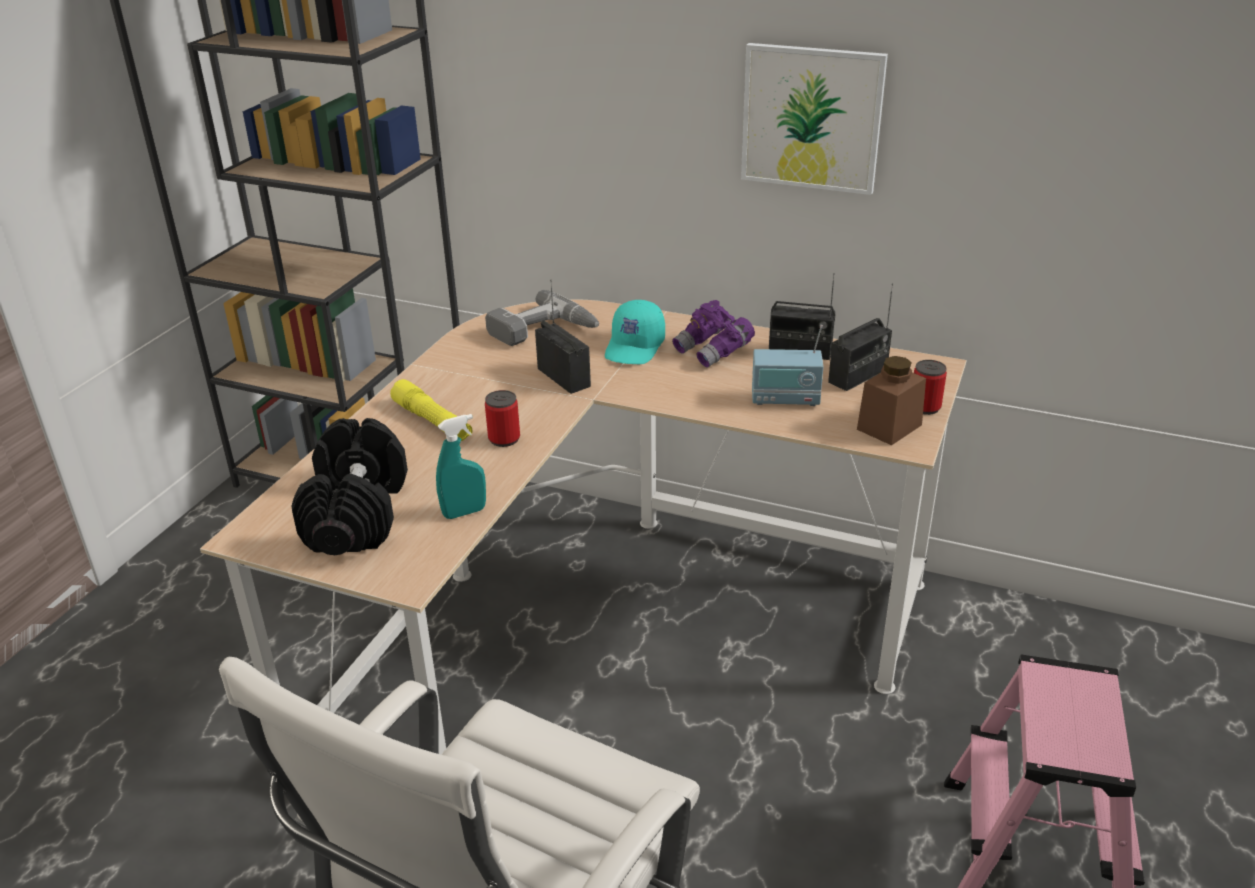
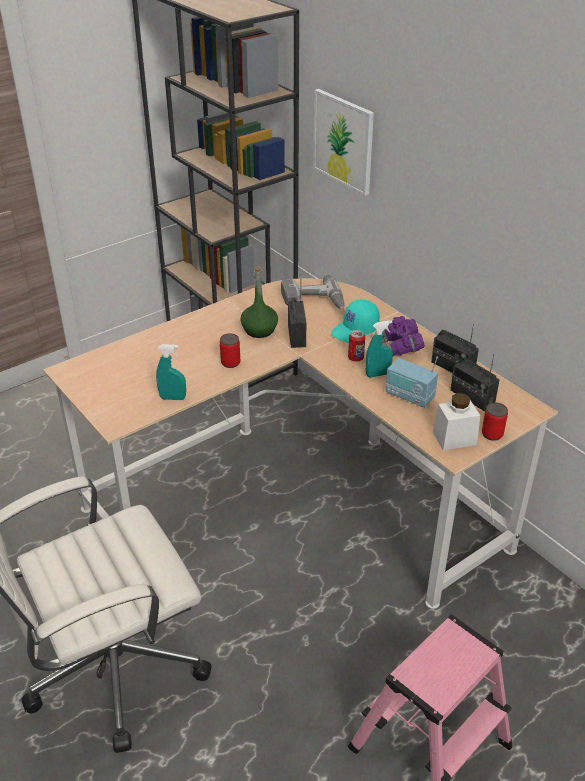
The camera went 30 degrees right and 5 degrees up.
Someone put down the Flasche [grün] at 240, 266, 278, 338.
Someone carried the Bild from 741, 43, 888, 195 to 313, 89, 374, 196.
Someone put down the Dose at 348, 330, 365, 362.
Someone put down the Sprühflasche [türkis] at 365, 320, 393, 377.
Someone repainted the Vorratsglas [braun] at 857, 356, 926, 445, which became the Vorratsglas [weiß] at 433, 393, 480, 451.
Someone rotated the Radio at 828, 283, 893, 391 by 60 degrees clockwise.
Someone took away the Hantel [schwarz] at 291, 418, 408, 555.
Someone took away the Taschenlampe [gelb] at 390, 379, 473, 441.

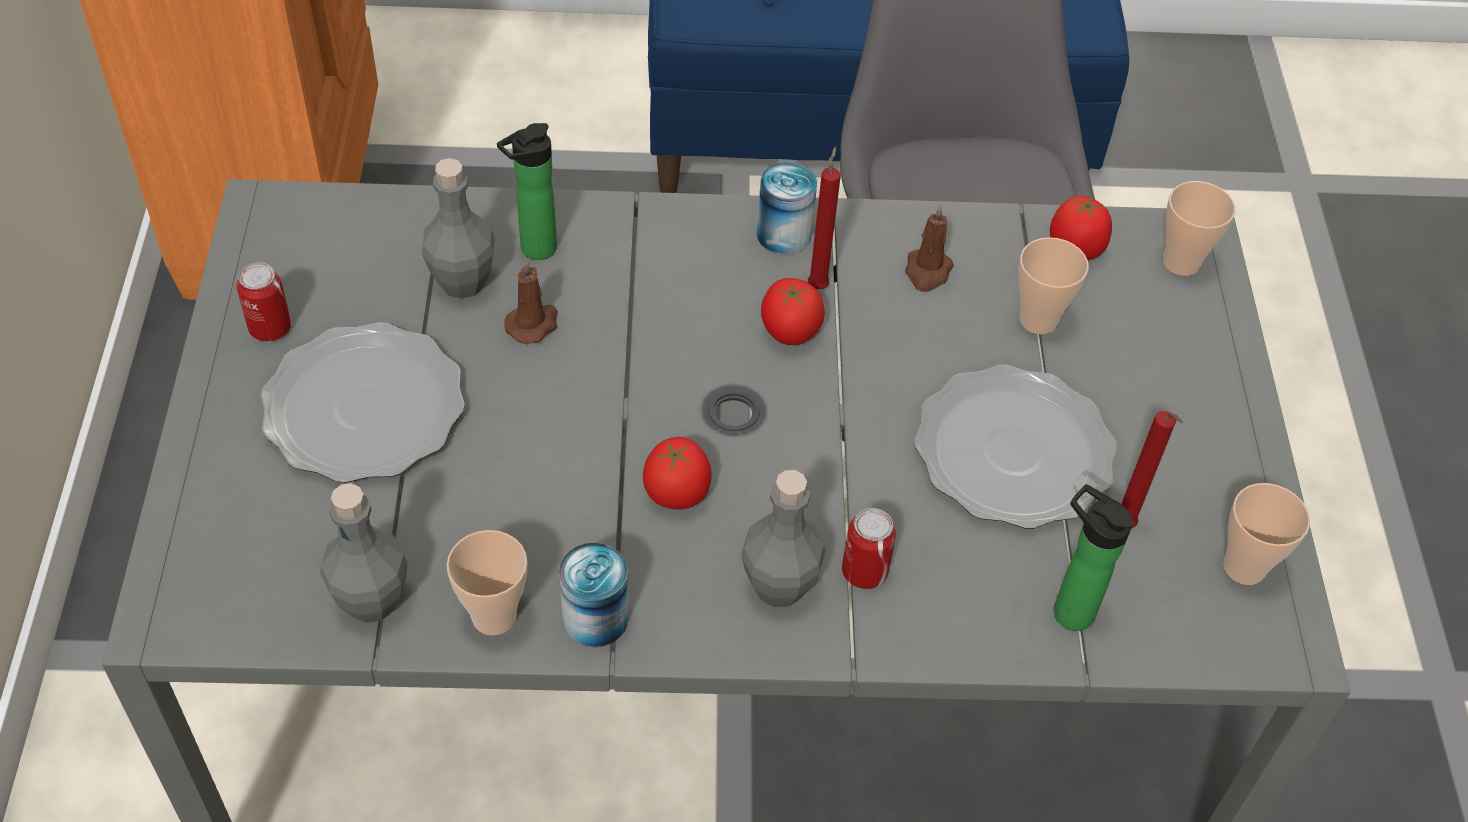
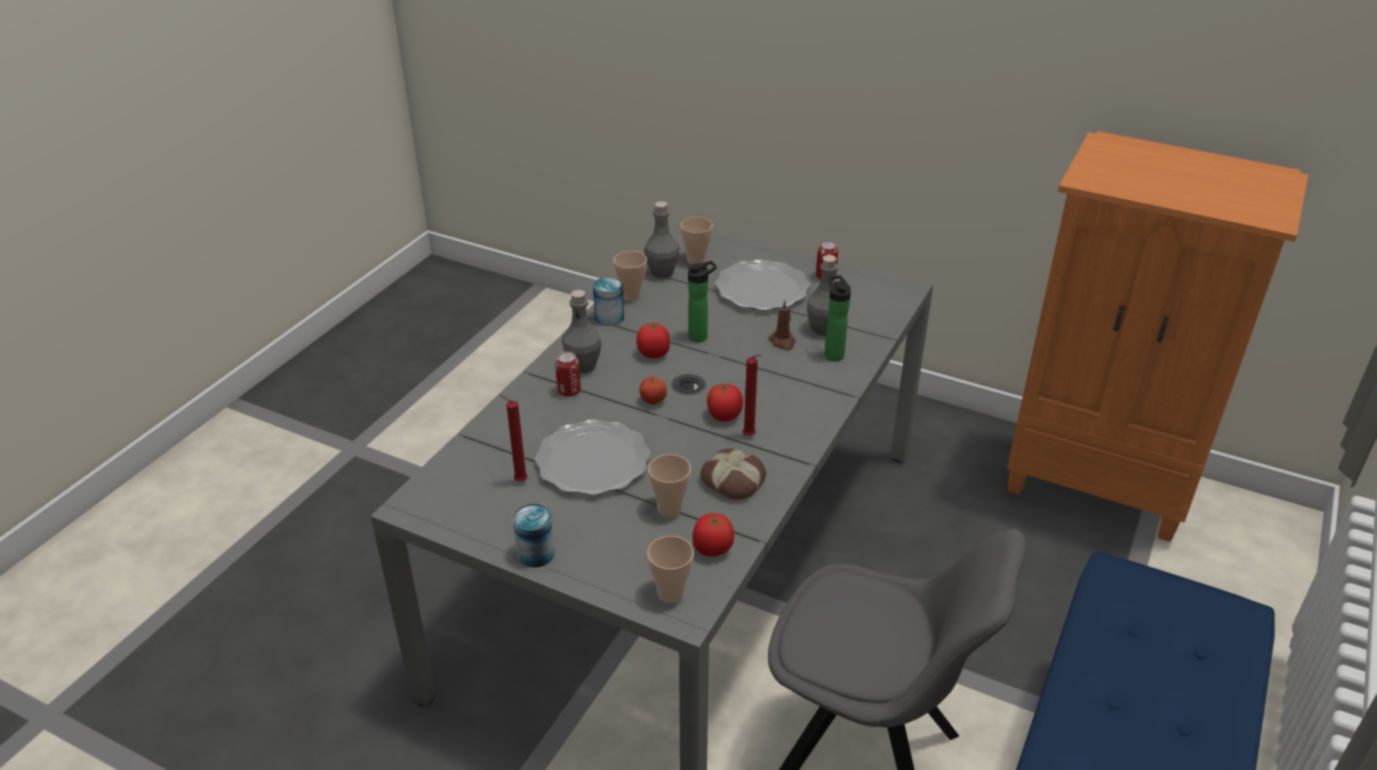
The camera went 120 degrees right and 15 degrees down.
Someone carried the Dose from 757, 162, 817, 255 to 513, 504, 555, 567.
Someone put down the Apfel at 640, 377, 667, 405.
Someone carried the Tasse from 1224, 483, 1310, 585 to 681, 217, 713, 264.
Someone carried the Flasche from 1054, 484, 1134, 631 to 688, 261, 717, 342.
Someone swapped the Kerze [braun] at 905, 205, 954, 292 for the Brot at 700, 448, 766, 500.

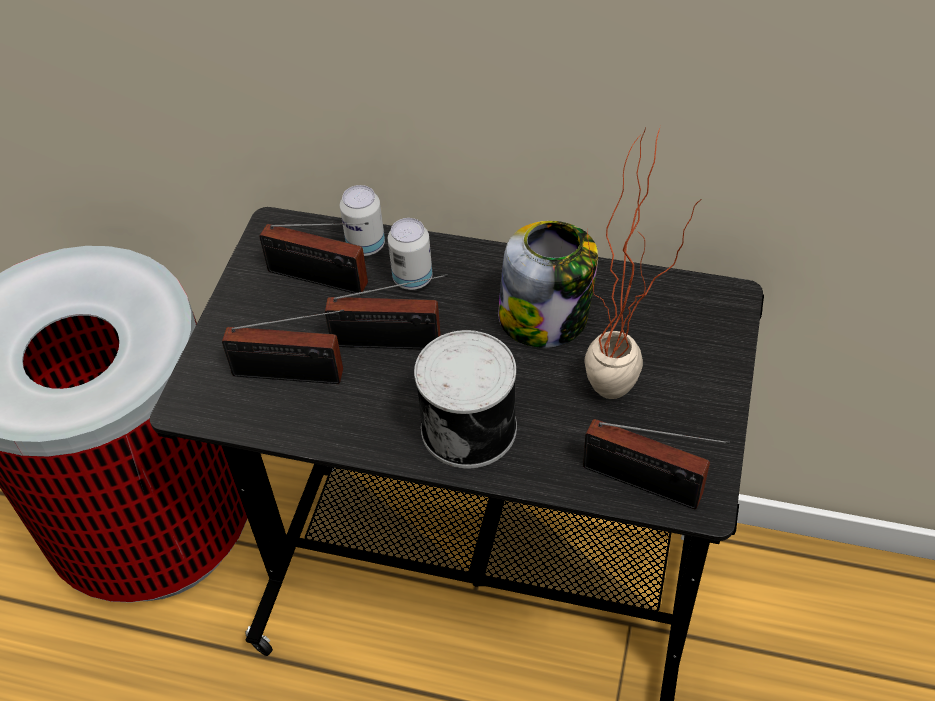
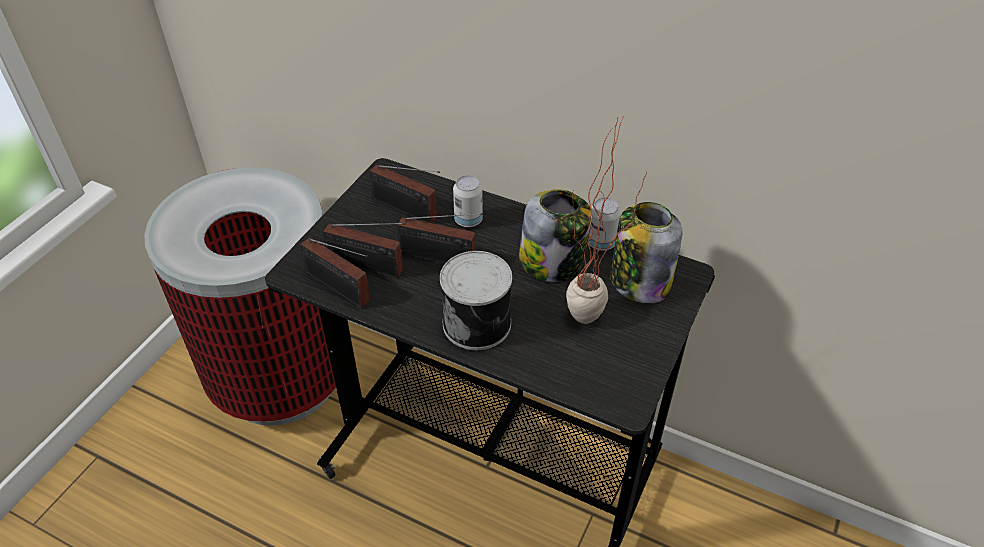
The camera went 10 degrees right and 5 degrees down.
Someone carried the Radio from 583, 419, 730, 509 to 300, 238, 370, 308.
Someone carried the Dose from 340, 185, 385, 256 to 588, 198, 621, 251.
Someone put down the Vorratsglas at 610, 202, 683, 303.

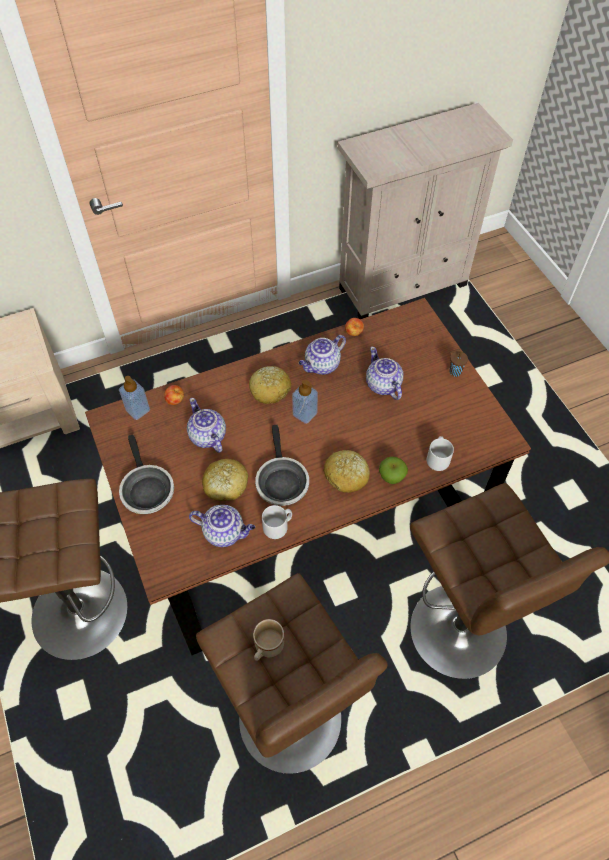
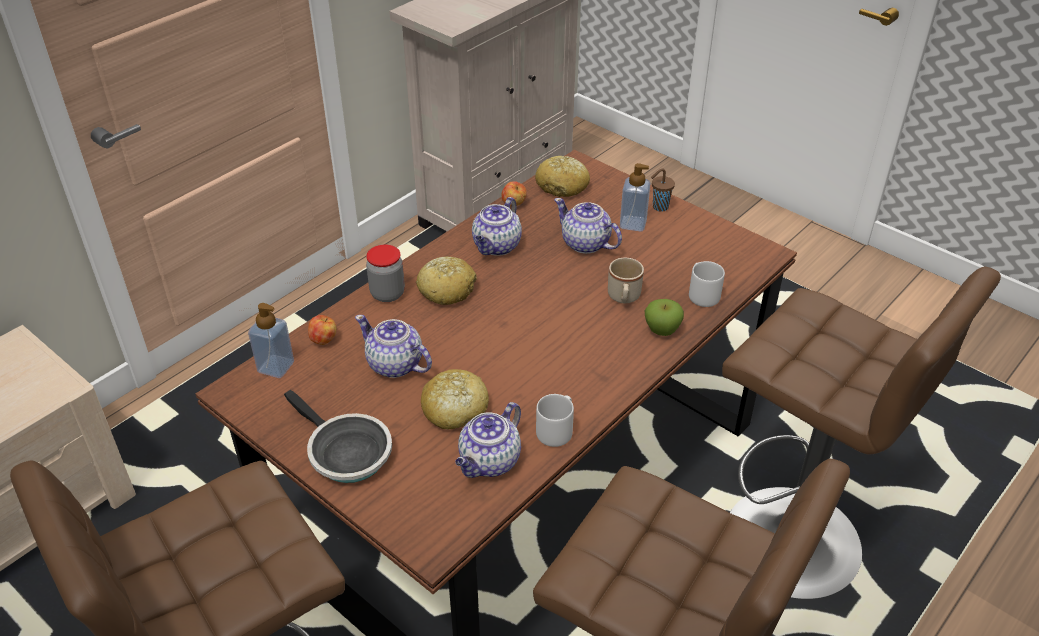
The camera went 25 degrees left and 15 degrees down.
Someone put down the Vorratsglas at 366, 244, 405, 302.
Someone rotated the Teekanne at 189, 505, 255, 547 by 135 degrees clockwise.
Someone carried the Brot from 323, 450, 370, 493 to 535, 156, 590, 197.
Someone carried the Henkelbecher [beige] from 253, 619, 284, 661 to 608, 258, 644, 303.
Someone carried the Seifenspender from 292, 380, 318, 424 to 620, 163, 651, 231.
Someone took away the Pfanne at 255, 425, 309, 506.

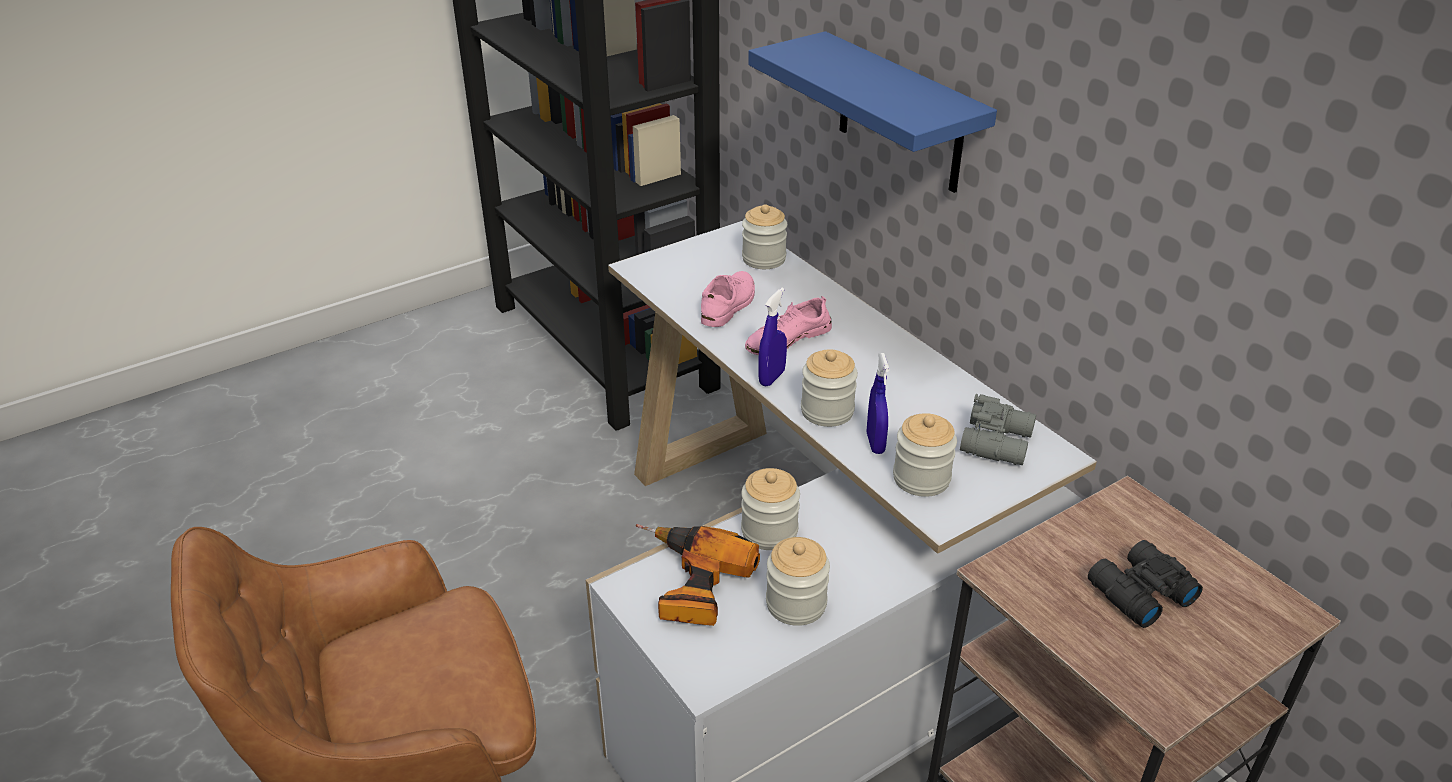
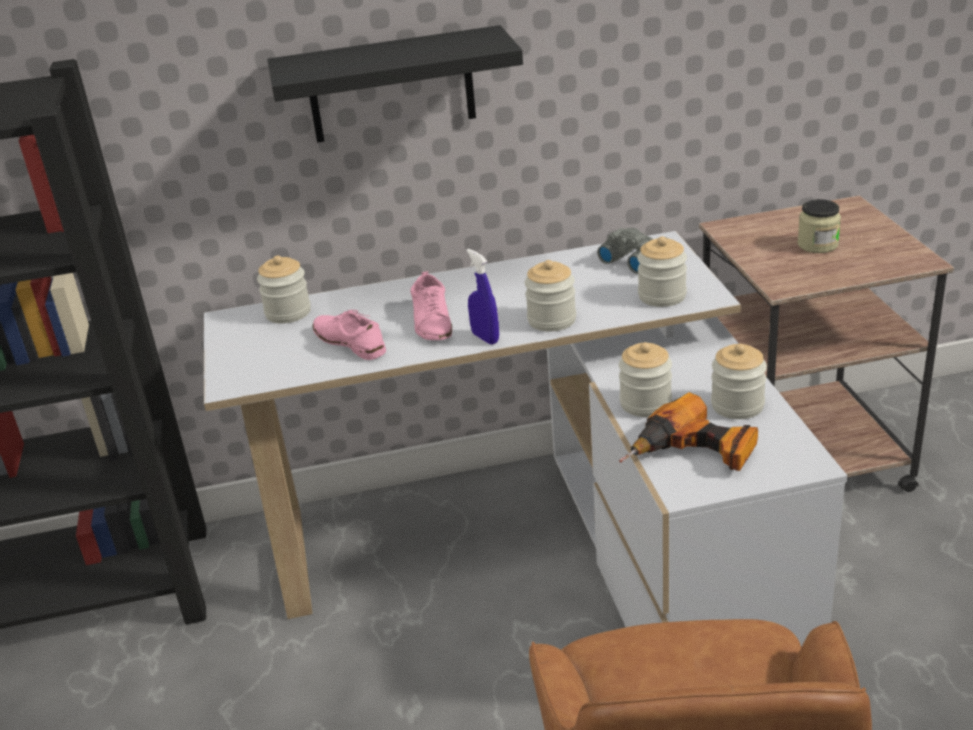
The camera went 65 degrees left and 5 degrees down.
Someone repainted the Wandregal [blau] at 748, 31, 997, 193, which became the Wandregal [schwarz] at 267, 25, 523, 143.
Someone swapped the Fernglas [schwarz] at 1088, 540, 1203, 628 for the Vorratsglas at 797, 199, 841, 253.
Someone took away the Sprühflasche [blau] at 867, 353, 890, 454.

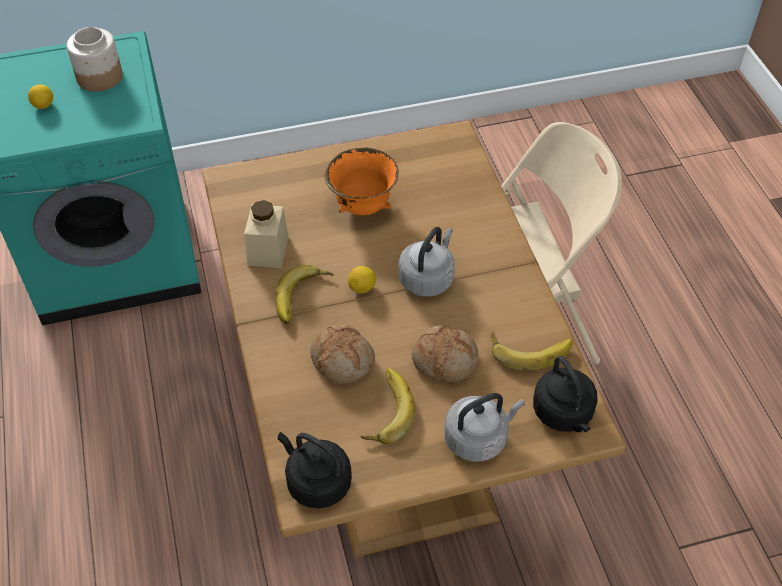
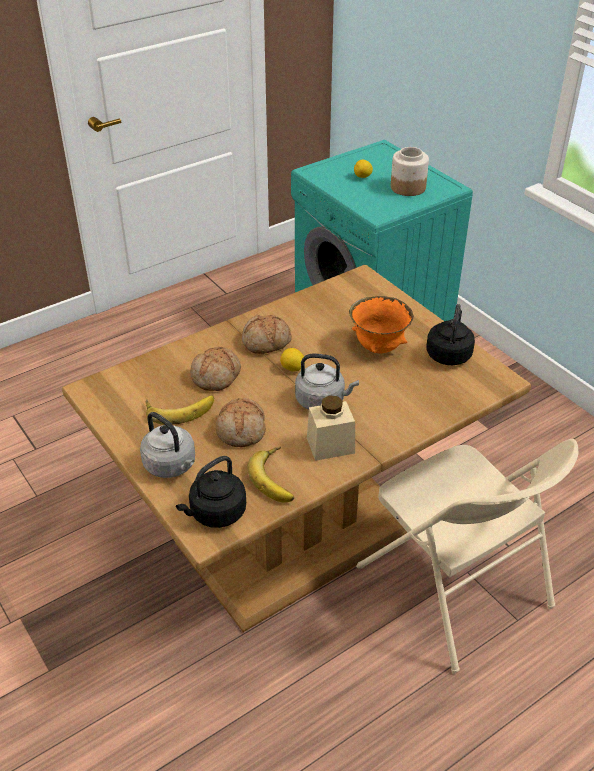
The camera went 70 degrees right and 10 degrees down.
Someone swapped the Banane at 275, 264, 334, 324 for the Brot at 242, 314, 292, 354.
Someone carried the Vorratsglas [beige] from 244, 200, 289, 268 to 307, 395, 355, 461.
Someone carried the Wasserkessel [schwarz] from 278, 432, 352, 508 to 426, 304, 475, 365.

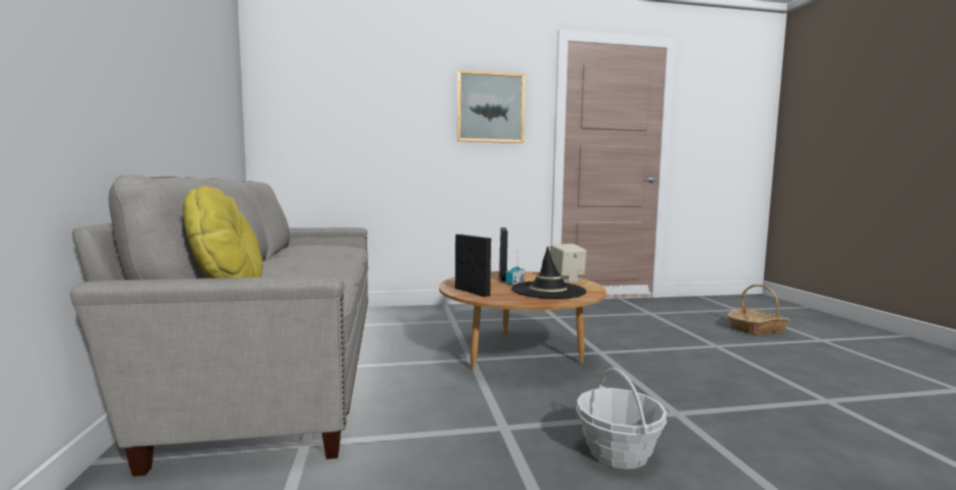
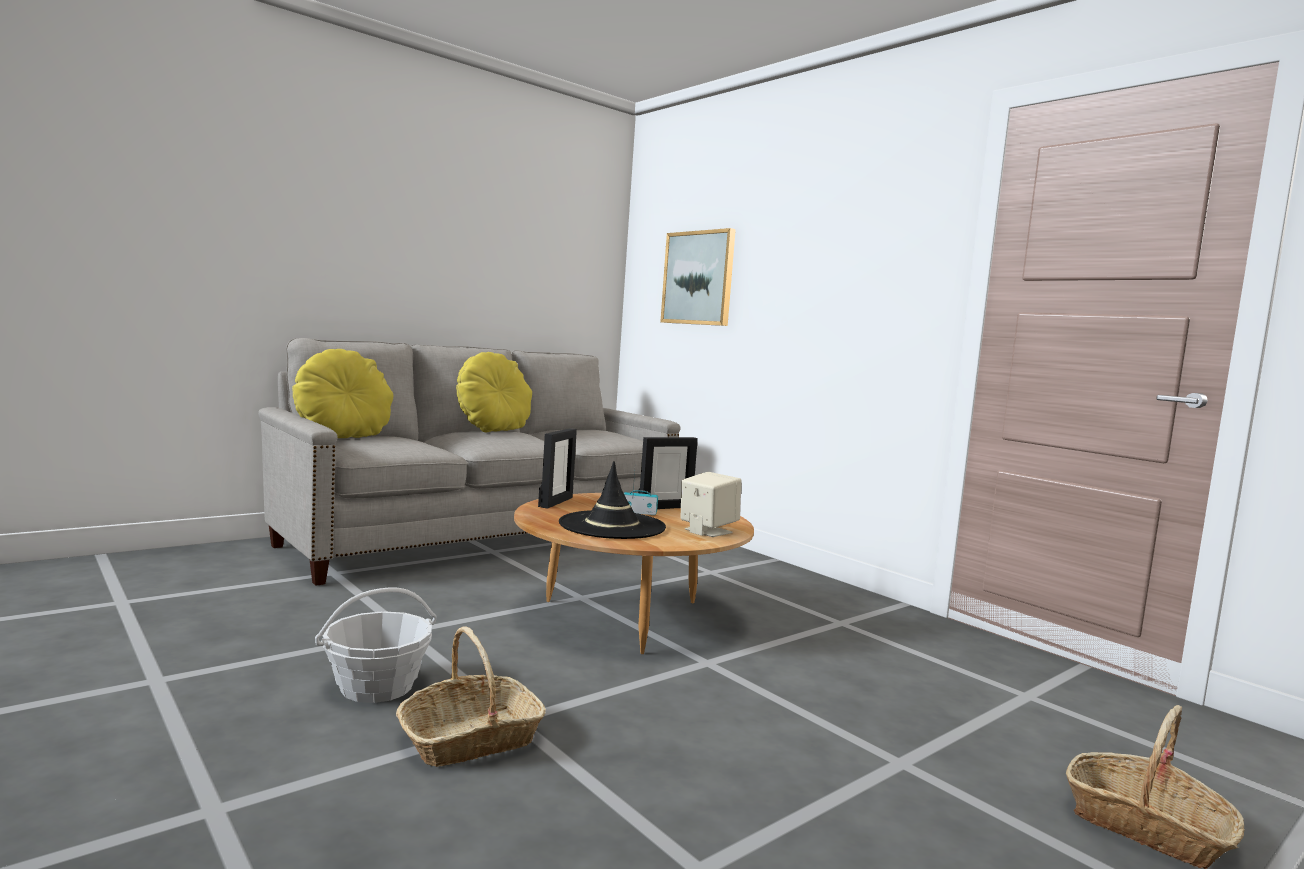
The camera went 60 degrees right and 0 degrees up.
Someone put down the Korb at 396, 626, 546, 767.
Someone put down the Kissen [gelb] at 456, 352, 532, 432.
Someone carried the Bild from 457, 70, 525, 143 to 660, 228, 736, 326.

